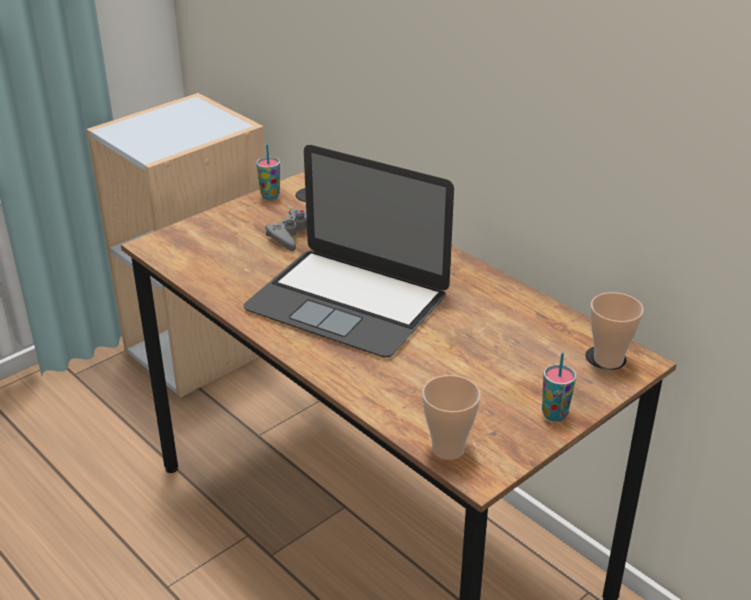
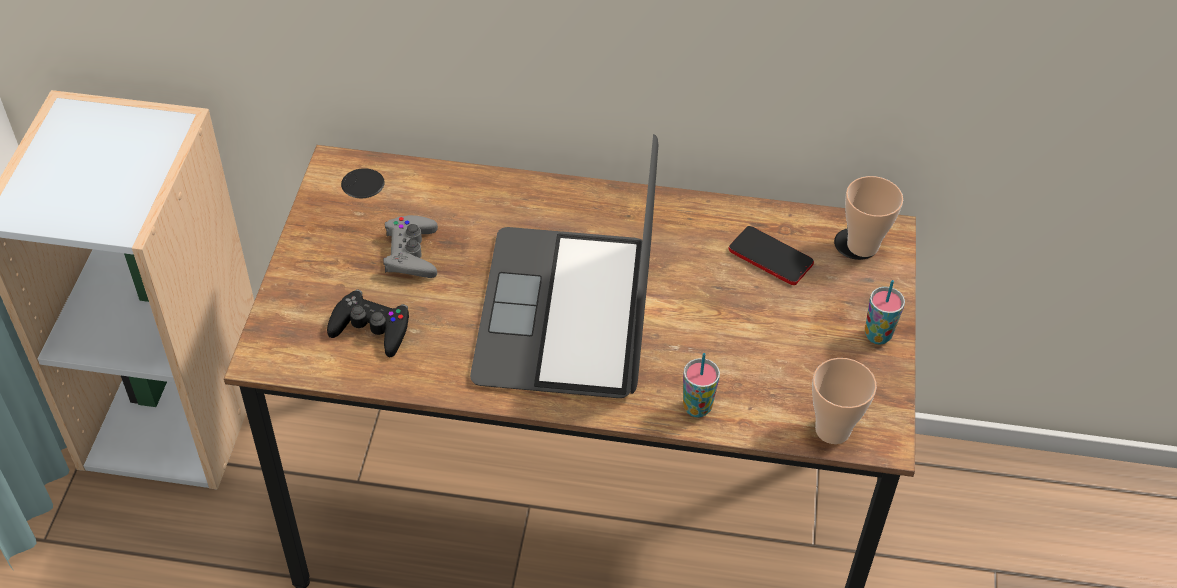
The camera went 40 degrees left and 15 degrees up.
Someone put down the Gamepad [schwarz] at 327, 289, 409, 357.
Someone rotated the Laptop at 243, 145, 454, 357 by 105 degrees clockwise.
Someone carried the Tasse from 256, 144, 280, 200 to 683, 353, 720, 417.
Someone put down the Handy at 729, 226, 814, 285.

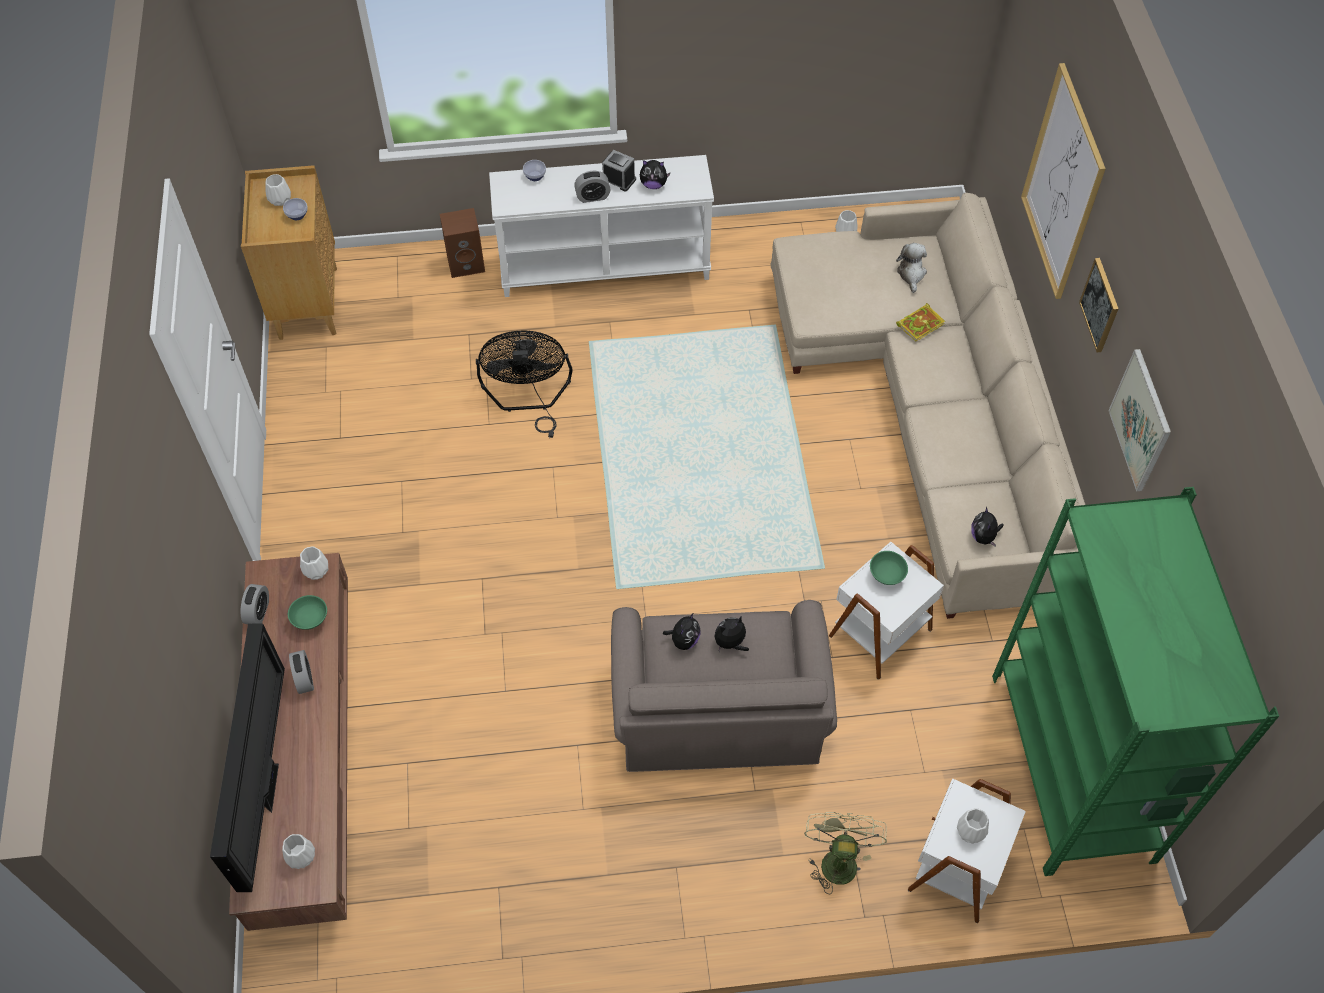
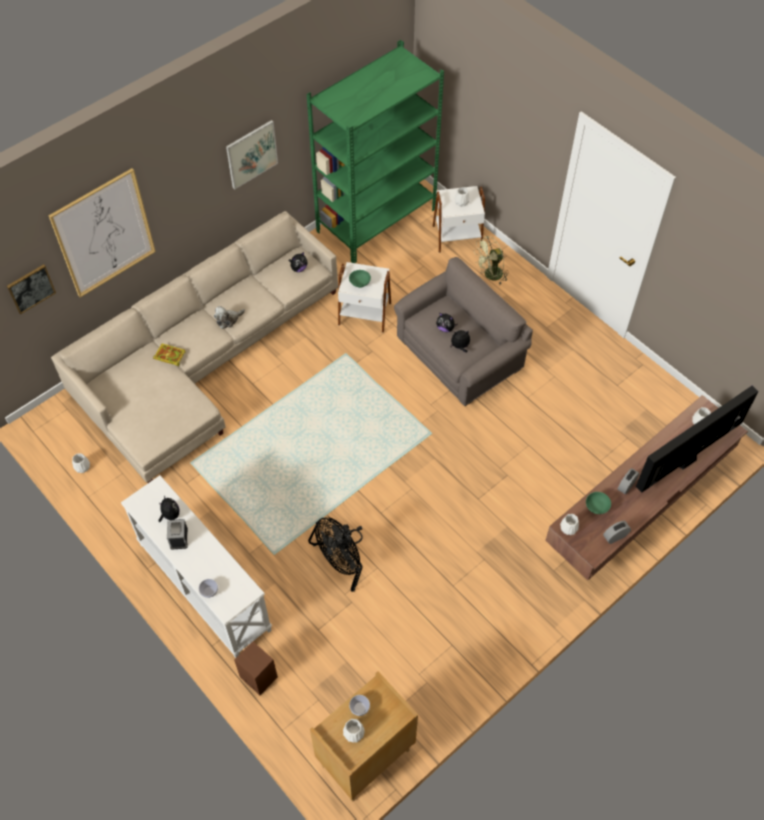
The camera went 125 degrees left and 0 degrees up.
Someone carried the Bild from 1079, 258, 1118, 352 to 7, 264, 56, 315.
Someone carried the Plüschtier from 896, 243, 927, 293 to 214, 306, 245, 329.
Someone took away the Wecker at 574, 171, 611, 203.

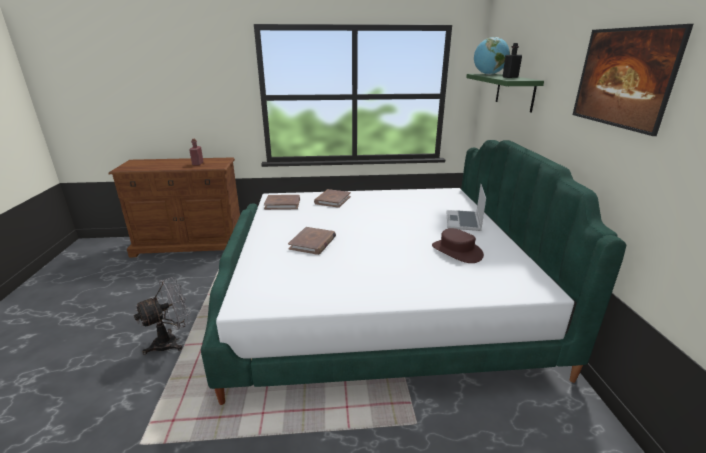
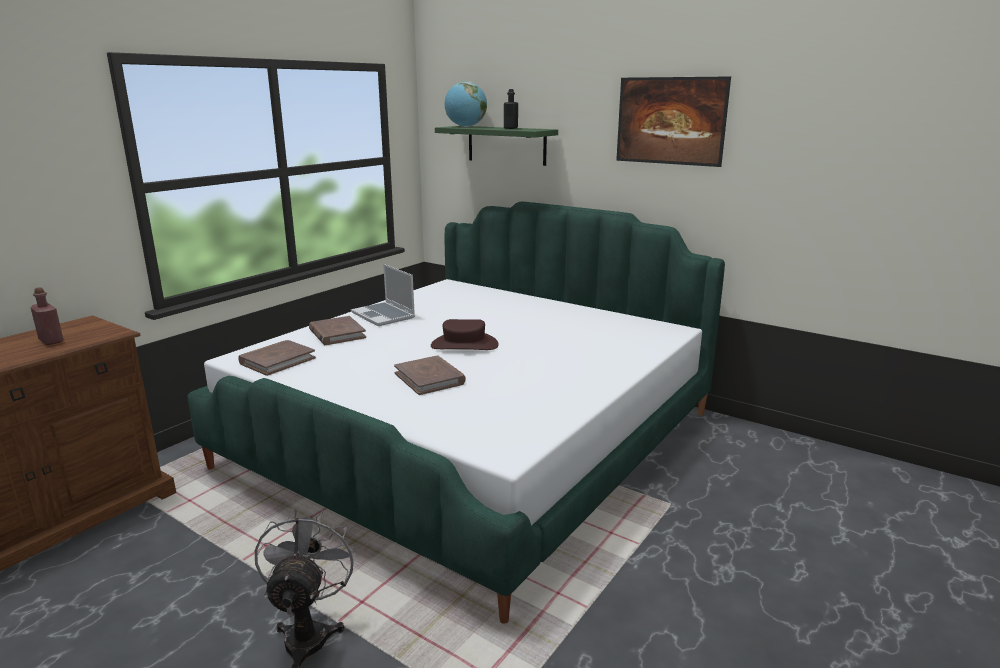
The camera went 50 degrees left and 5 degrees down.
Someone carried the Laptop from 446, 184, 486, 231 to 351, 264, 415, 326.
Someone carried the Hut [braun] from 432, 228, 484, 263 to 431, 319, 499, 350.

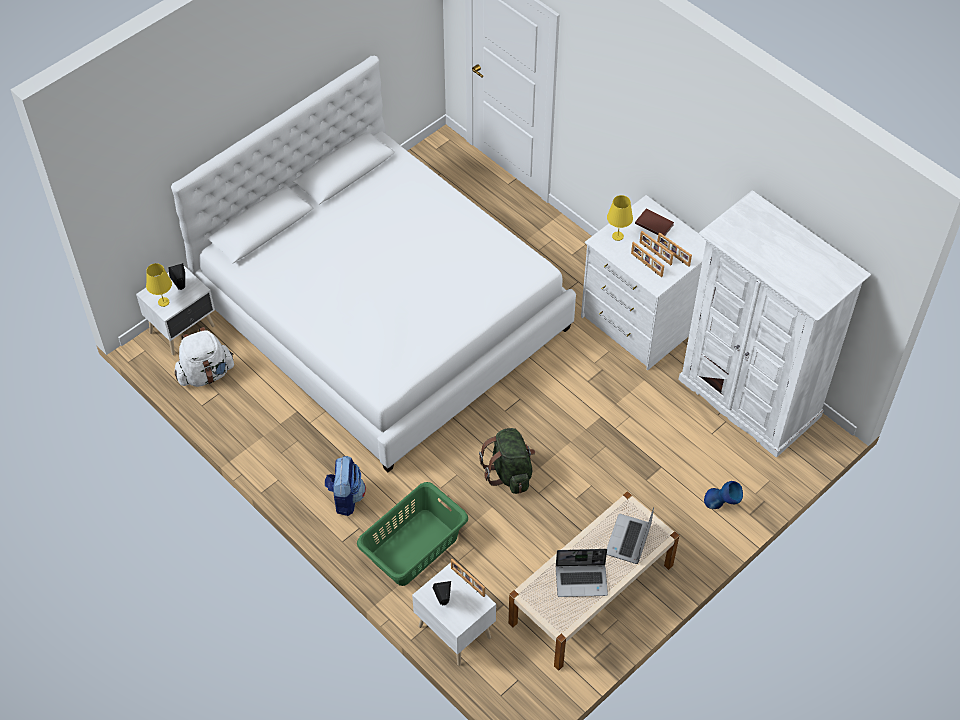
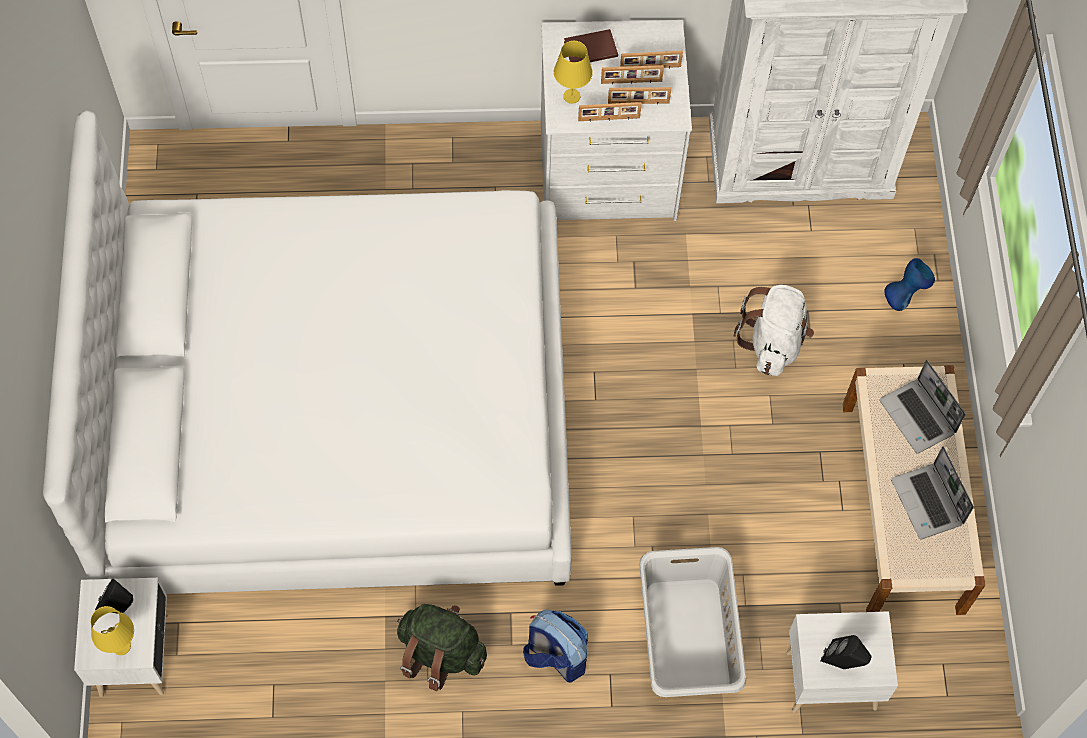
The camera went 50 degrees left and 10 degrees up.
Someone carried the Rucksack [grün] from 479, 428, 535, 494 to 397, 604, 487, 691.
Someone carried the Bilderrahmen from 451, 559, 485, 597 to 578, 102, 642, 122.
Someone repainted the Wäschekorb [grün] at 357, 482, 468, 586, which became the Wäschekorb [grau] at 639, 547, 746, 697.
Someone carried the Rucksack [weiß] from 175, 327, 234, 387 to 734, 285, 814, 376.
Someone rotated the Laptop at 556, 549, 608, 597 by 120 degrees clockwise.

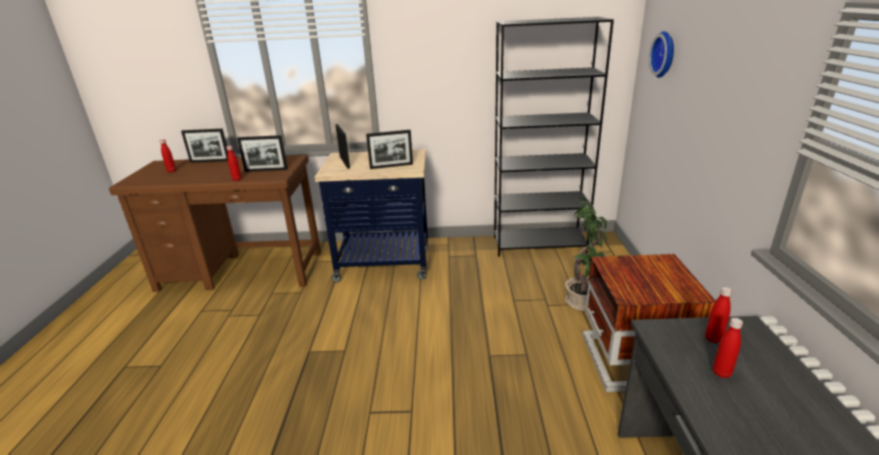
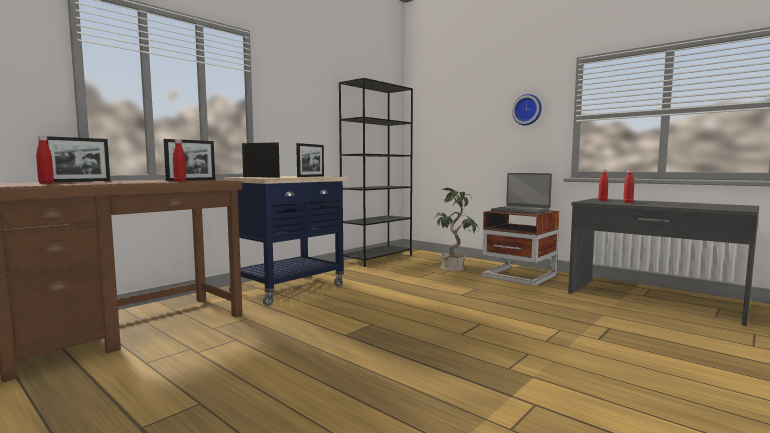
The camera went 50 degrees left and 20 degrees down.
Someone put down the Laptop at 491, 173, 552, 215.
Someone carried the Wanduhr from 649, 31, 674, 78 to 512, 94, 542, 126.

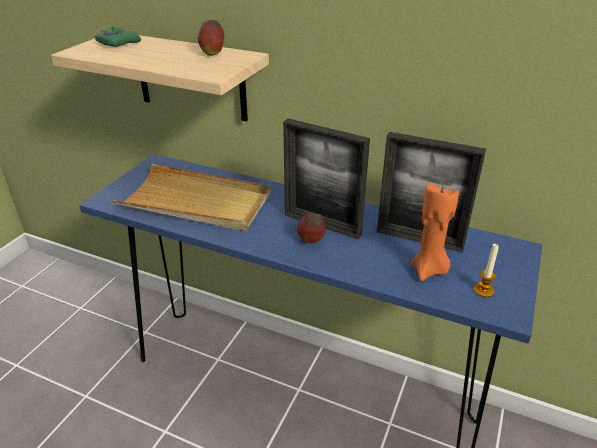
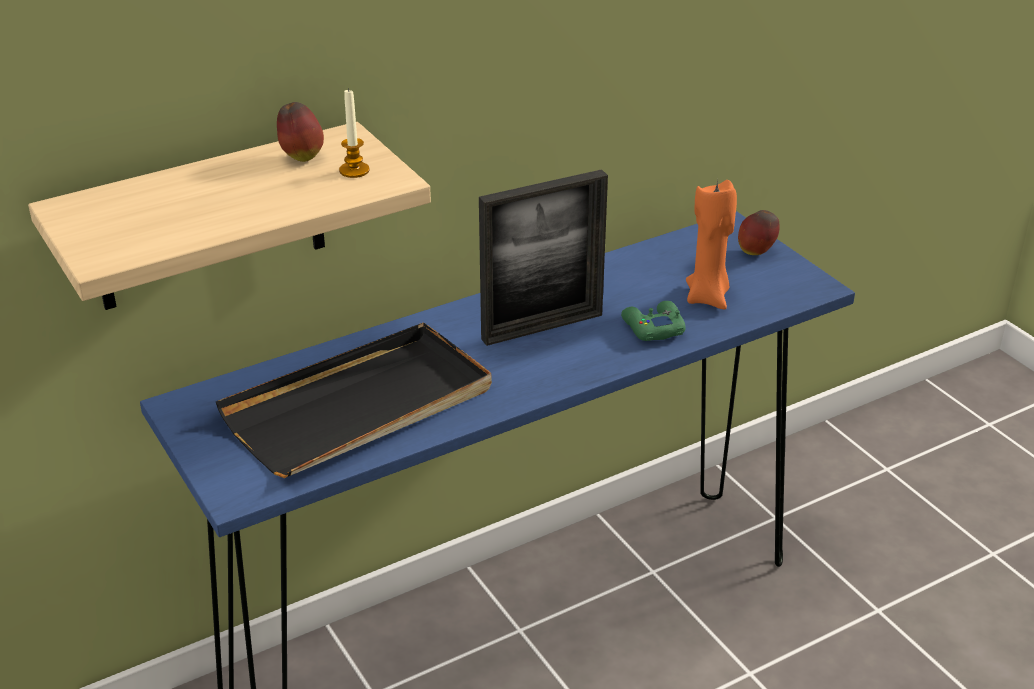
The camera went 55 degrees left and 0 degrees up.
Someone repainted the Tablett [beige] at 112, 164, 271, 231, which became the Tablett [schwarz] at 216, 322, 492, 478.
Someone carried the Kerze from 474, 244, 499, 297 to 339, 88, 369, 178.
Someone carried the Gamepad [grün] from 95, 27, 141, 47 to 621, 301, 686, 341.
Someone carried the Apfel from 297, 213, 326, 243 to 738, 210, 780, 255.
Someone took away the Bilderrahmen at 377, 132, 486, 252.

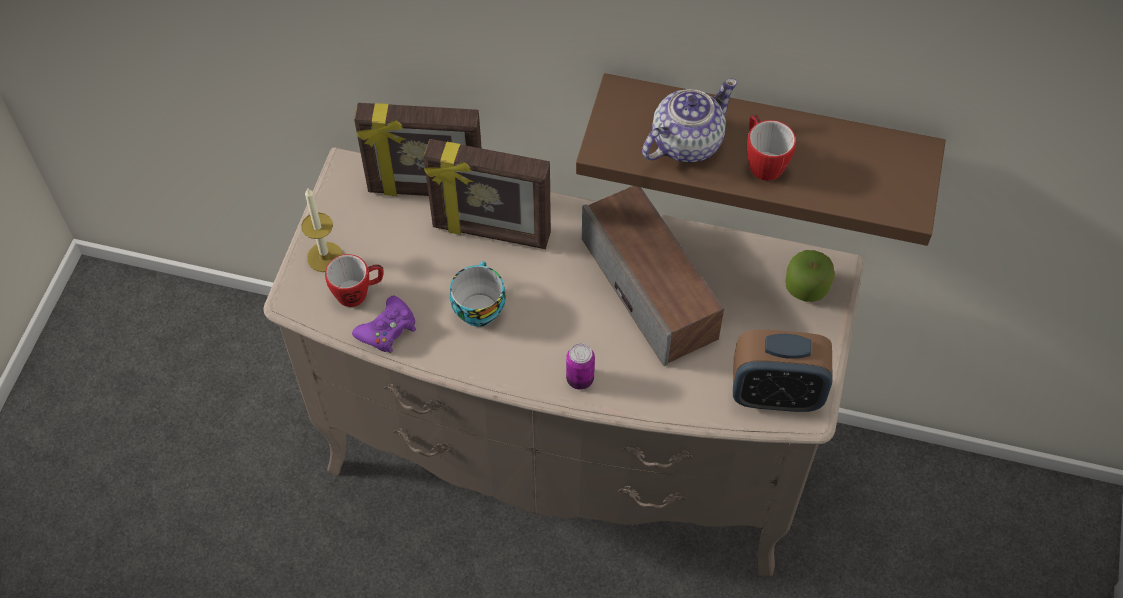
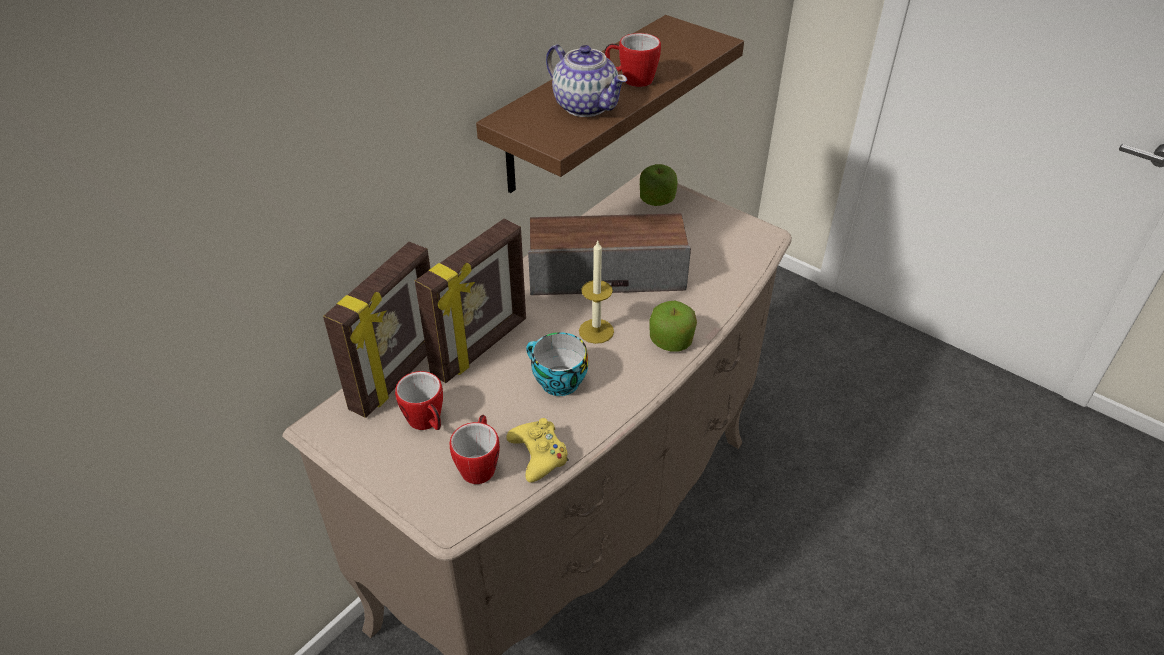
The camera went 65 degrees left and 15 degrees down.
Someone put down the Henkelbecher at 395, 371, 443, 430.
Someone repainted the Gamepad [lila] at 352, 295, 416, 353, which became the Gamepad [gelb] at 506, 418, 569, 483.
Someone rotated the Teekanne at 642, 78, 737, 163 by 150 degrees clockwise.
Someone carried the Kerze from 301, 187, 343, 272 to 579, 241, 614, 344.
Someone swapped the Dose at 566, 343, 595, 390 for the Apfel at 649, 301, 697, 351.
Someone took away the Wecker at 733, 330, 832, 412.

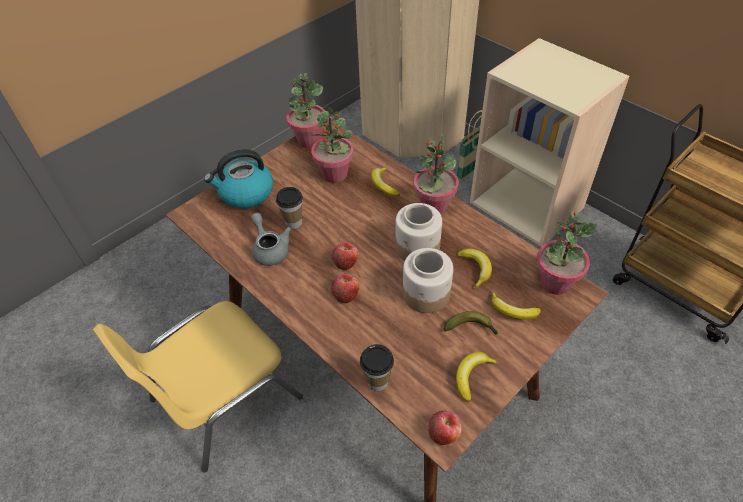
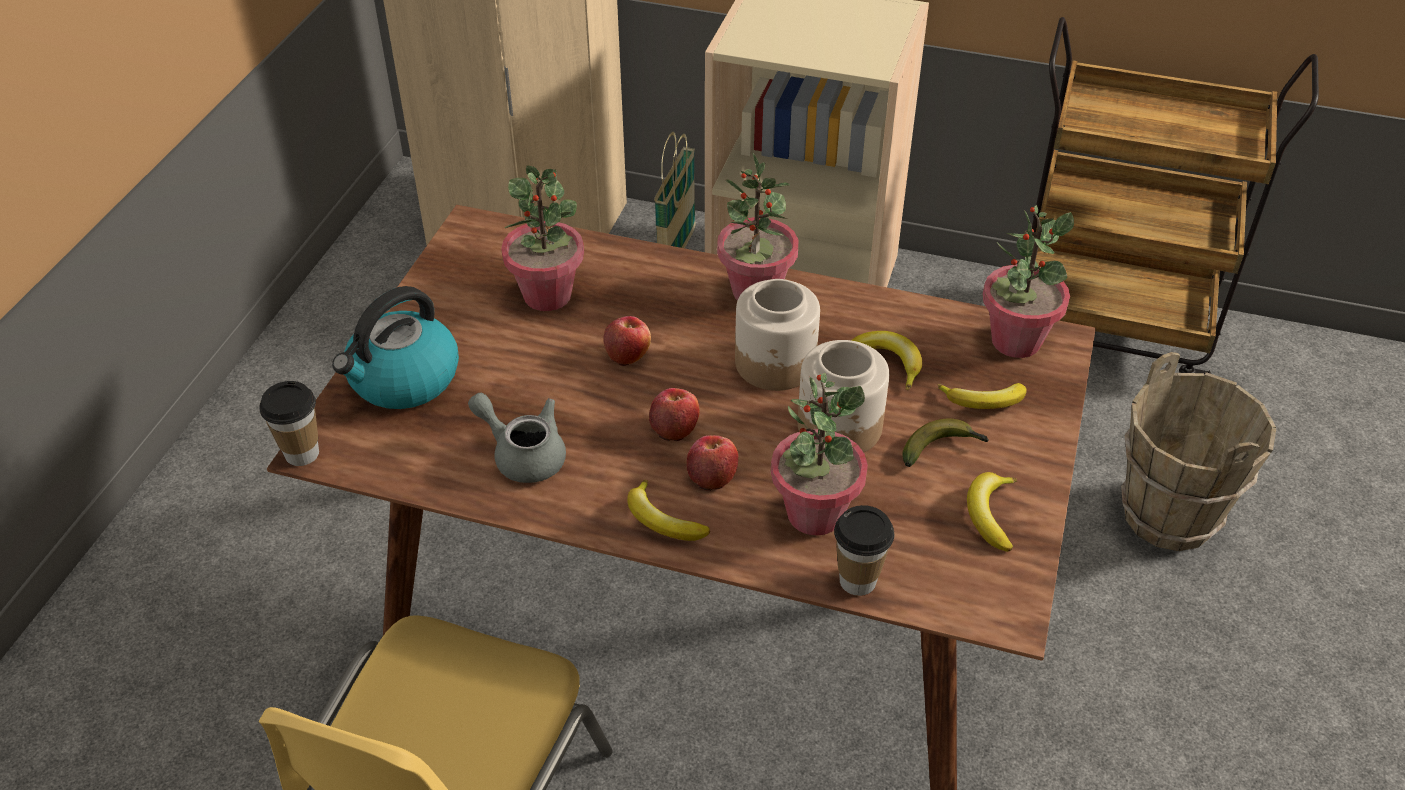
The camera went 30 degrees left and 5 degrees down.
Someone carried the Tasse from 276, 187, 303, 229 to 260, 381, 319, 466.
Someone carried the Apfel from 428, 411, 462, 445 to 603, 316, 651, 366.
Someone carried the Banane from 371, 167, 400, 197 to 627, 480, 710, 541.
Someone carried the Topfpflanze from 286, 73, 325, 148 to 771, 373, 868, 536.
Someone put down the Eimer [braun] at 1121, 352, 1276, 551.

